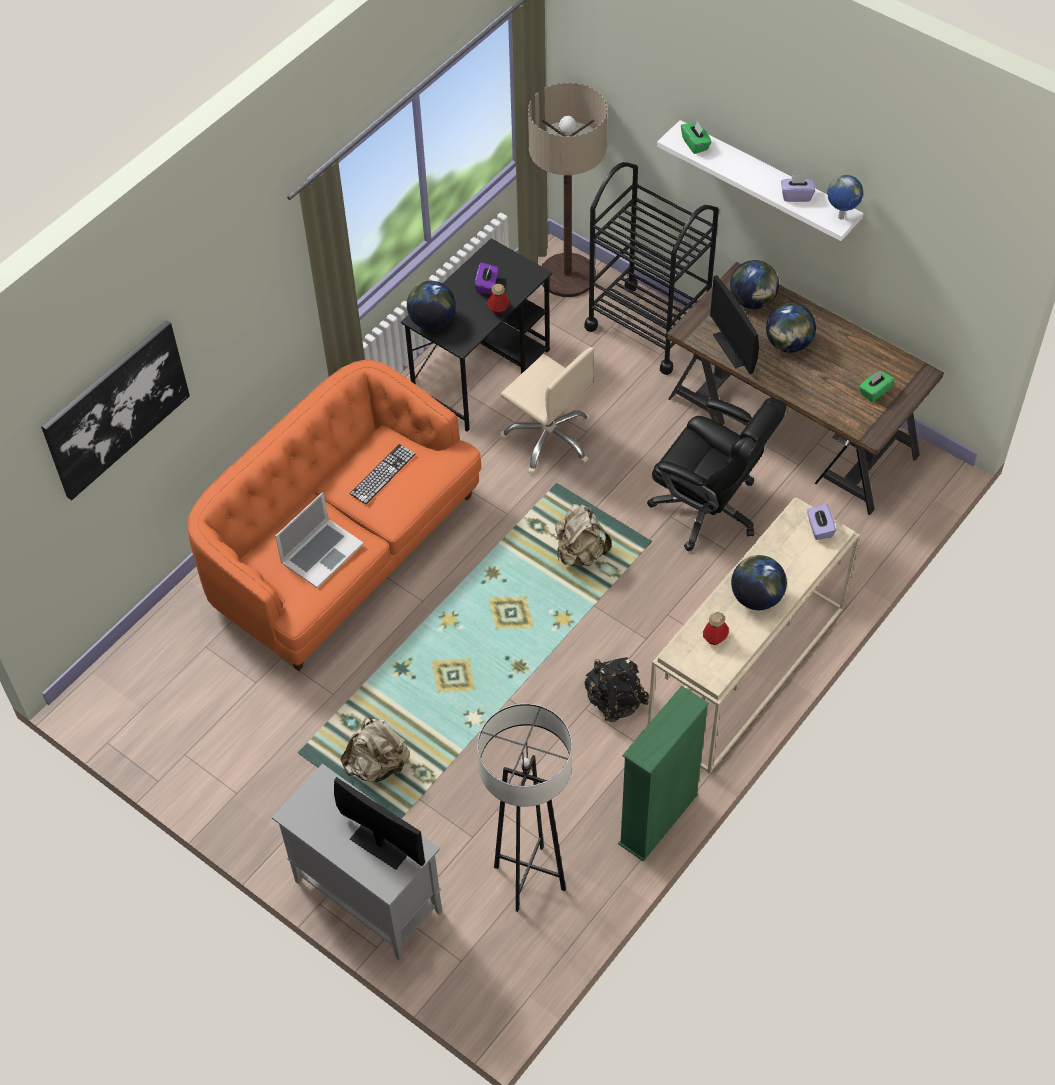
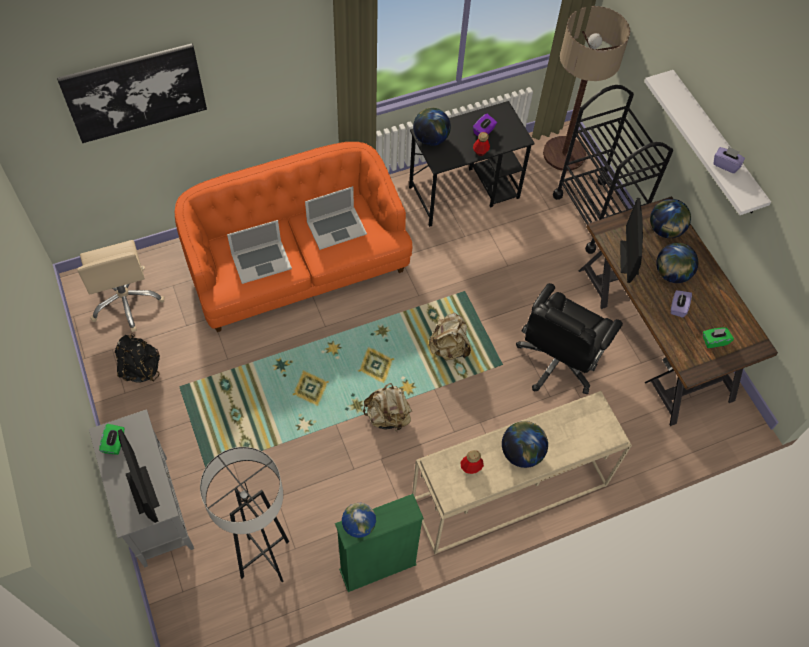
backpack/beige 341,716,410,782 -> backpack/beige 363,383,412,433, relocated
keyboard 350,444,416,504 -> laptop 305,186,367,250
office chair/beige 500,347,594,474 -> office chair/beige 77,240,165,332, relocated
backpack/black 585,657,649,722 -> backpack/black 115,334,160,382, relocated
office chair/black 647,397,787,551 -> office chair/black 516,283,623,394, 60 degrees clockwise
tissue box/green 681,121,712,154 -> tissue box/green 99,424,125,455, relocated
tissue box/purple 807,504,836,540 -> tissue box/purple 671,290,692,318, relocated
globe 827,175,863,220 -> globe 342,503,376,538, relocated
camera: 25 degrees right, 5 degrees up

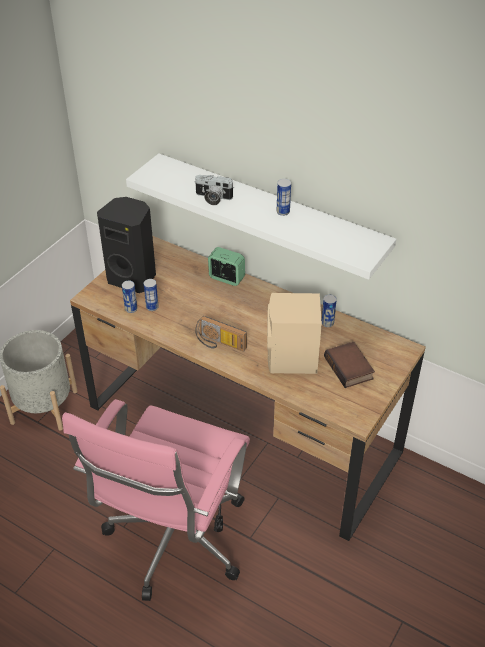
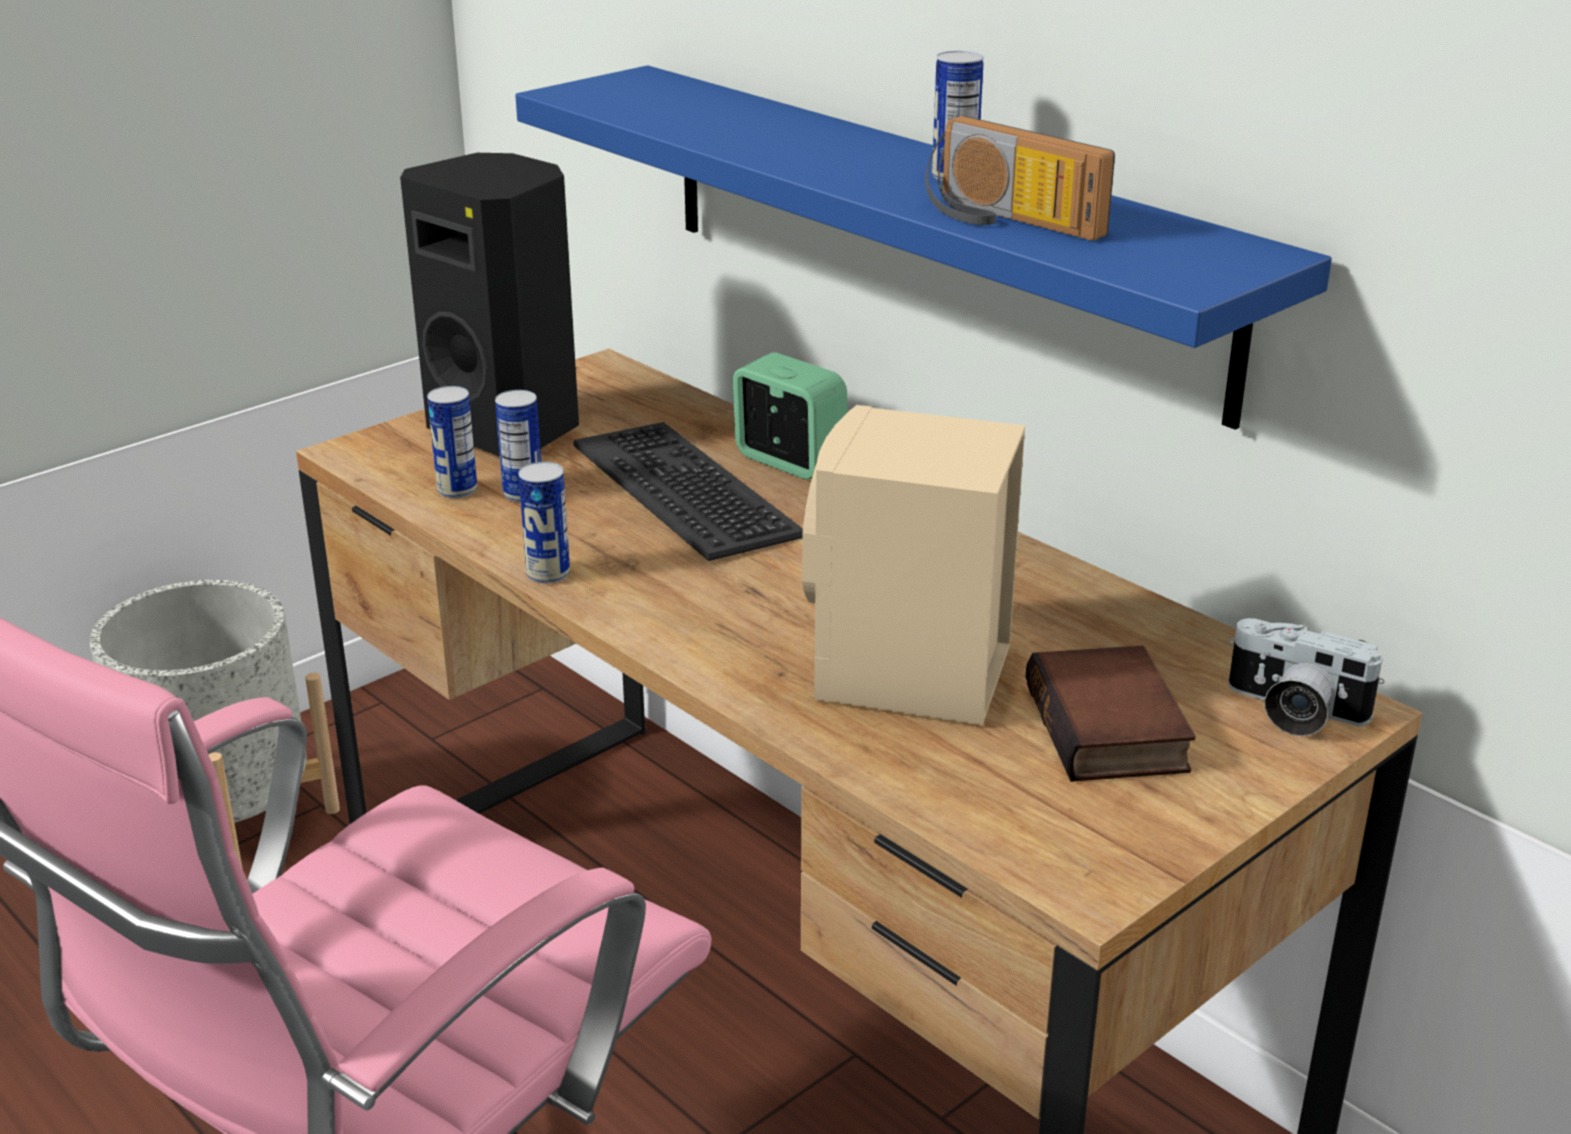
shelf/white 126,153,396,280 -> shelf/blue 515,65,1332,430
photo camera 194,175,233,205 -> photo camera 1228,618,1385,736, relocated
radio 195,316,247,351 -> radio 926,116,1115,241, relocated
can 322,294,337,327 -> can 518,462,570,584, relocated
none -> keyboard 573,422,803,561
camera: 15 degrees right, 15 degrees down

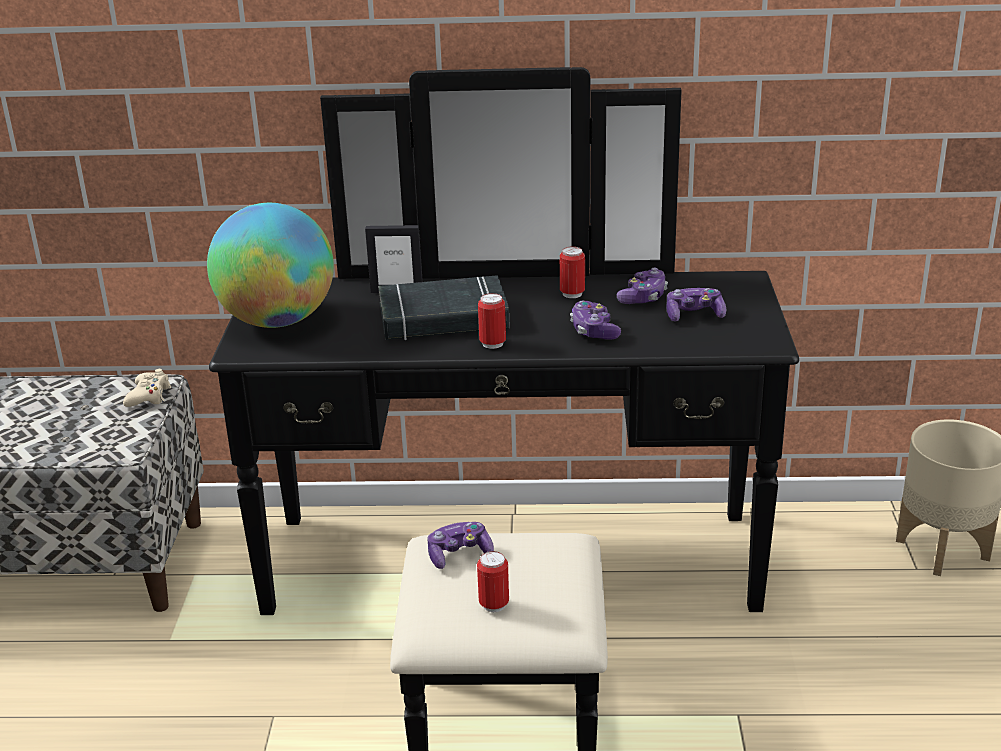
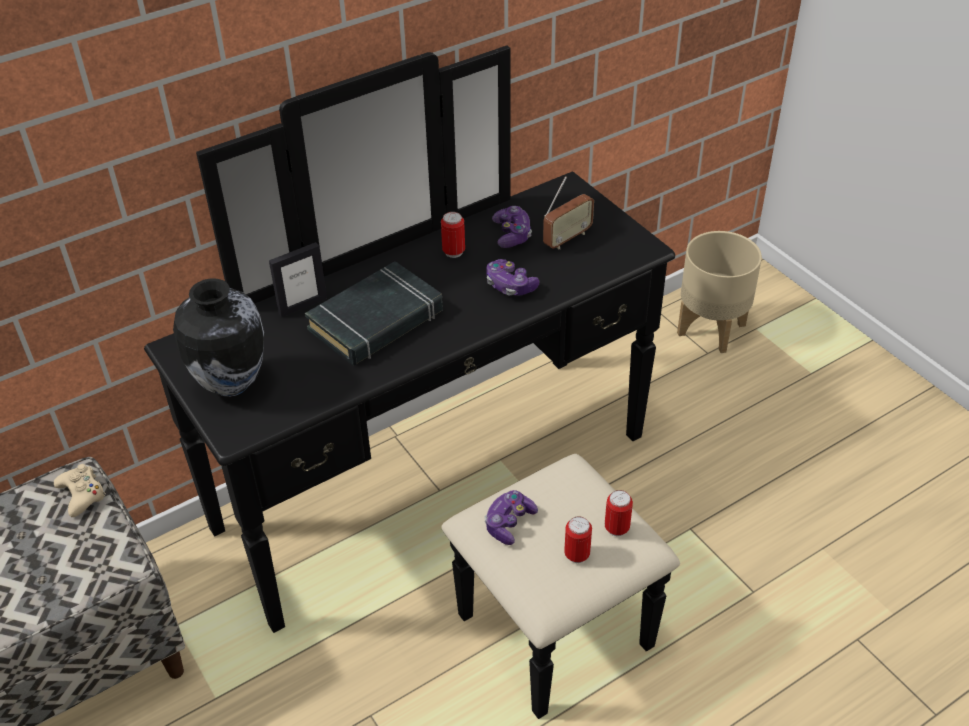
globe 207,203,334,328 -> vase 173,278,264,397
can 478,293,506,349 -> can 605,490,633,536, relocated
game controller 666,288,726,322 -> radio 543,176,594,249
camera: 35 degrees left, 15 degrees up

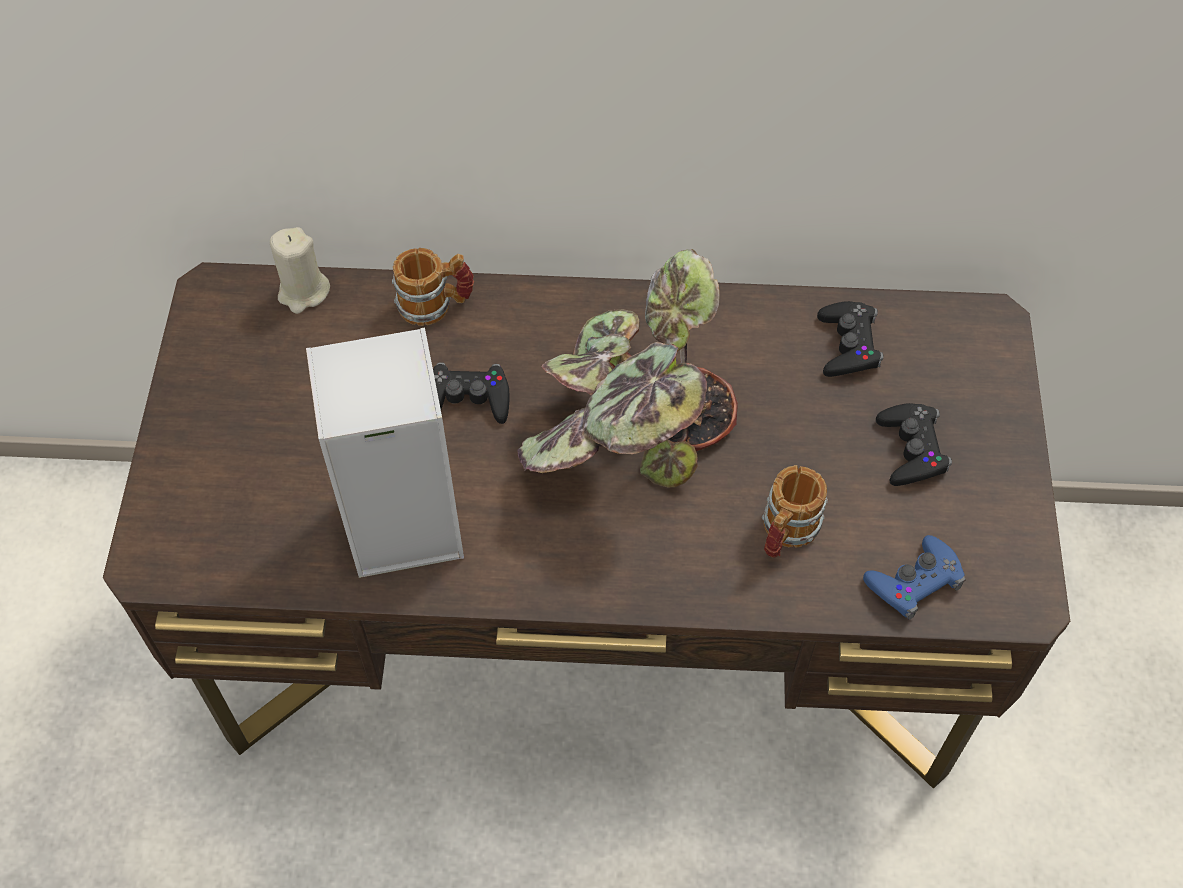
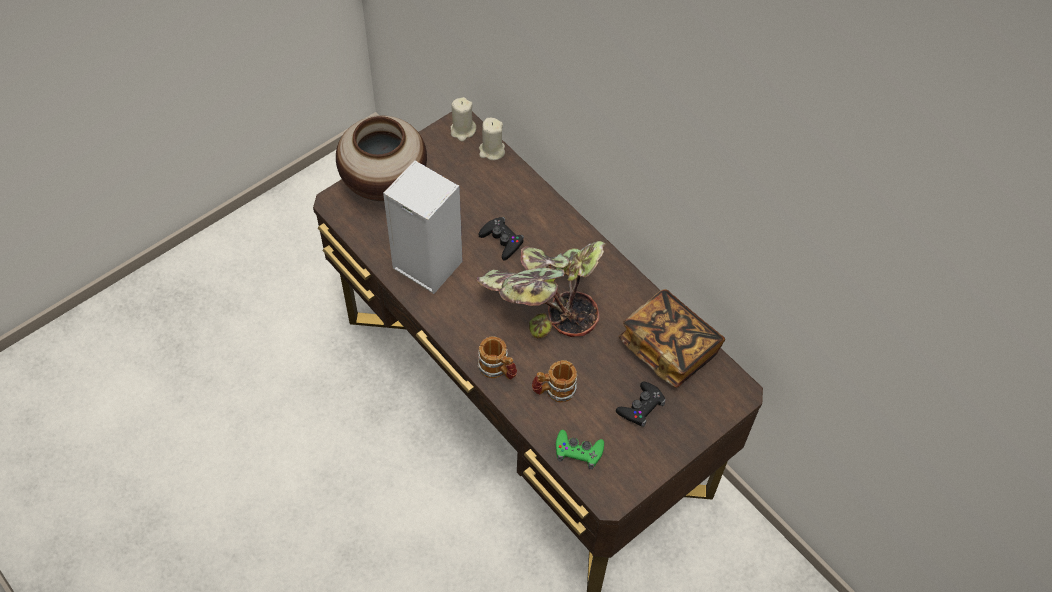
mug 392,248,474,326 -> mug 478,336,517,380, relocated
game controller/black 817,301,883,377 -> book 619,289,725,388
game controller/blue 863,535,966,619 -> game controller/green 556,430,604,469
none -> vase 336,116,427,201
none -> candle/beige 451,97,476,141
camera: 45 degrees right, 0 degrees up

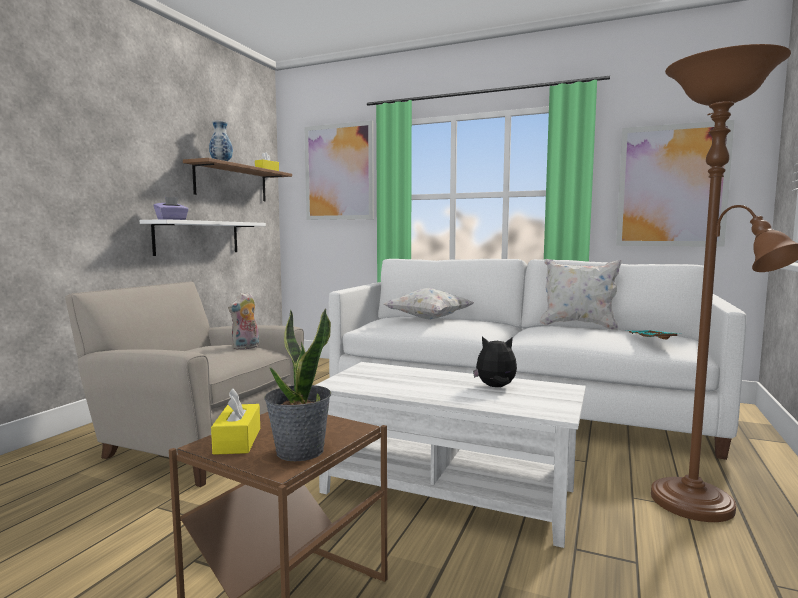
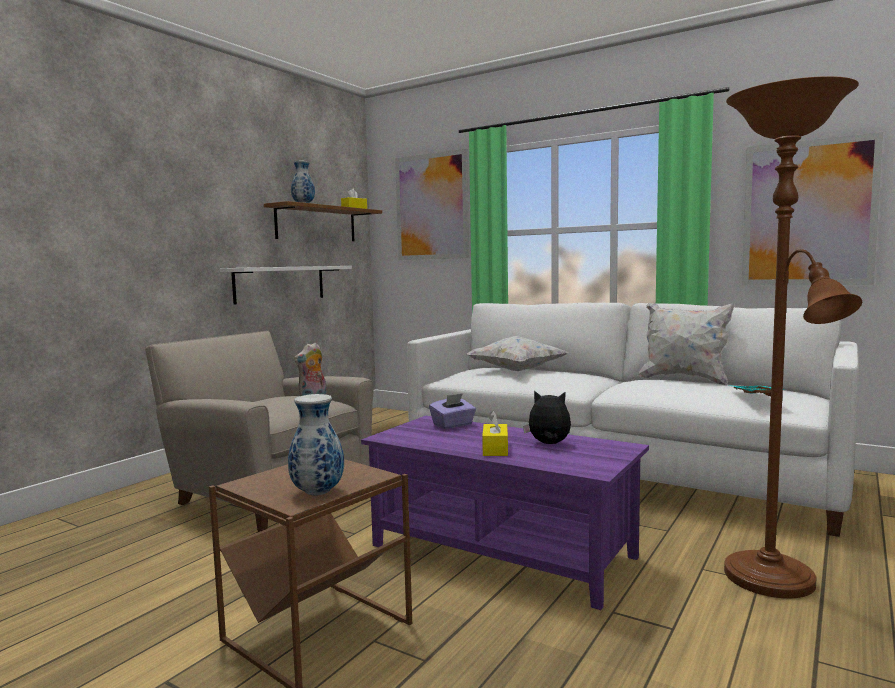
tissue box/purple 154,197,189,220 -> tissue box/purple 429,393,476,429, relocated
tissue box/yellow 211,389,260,455 -> tissue box/yellow 482,411,508,456, relocated
potted plant 264,308,331,461 -> vase 288,394,344,495
coffee table/white 315,362,586,548 -> coffee table/purple 361,416,649,610
camera: 10 degrees right, 0 degrees up

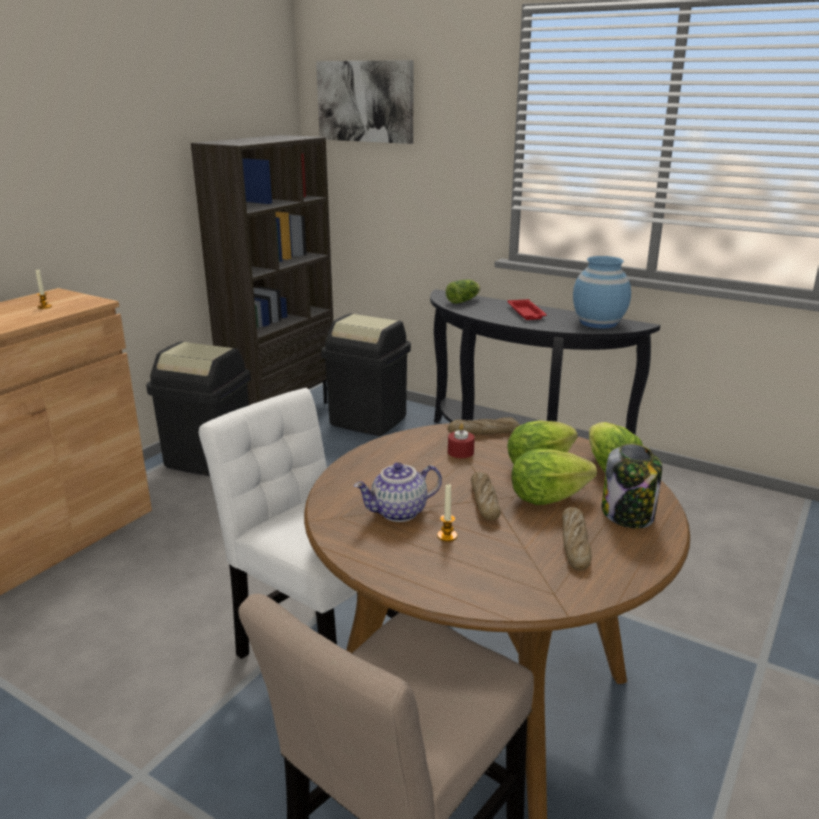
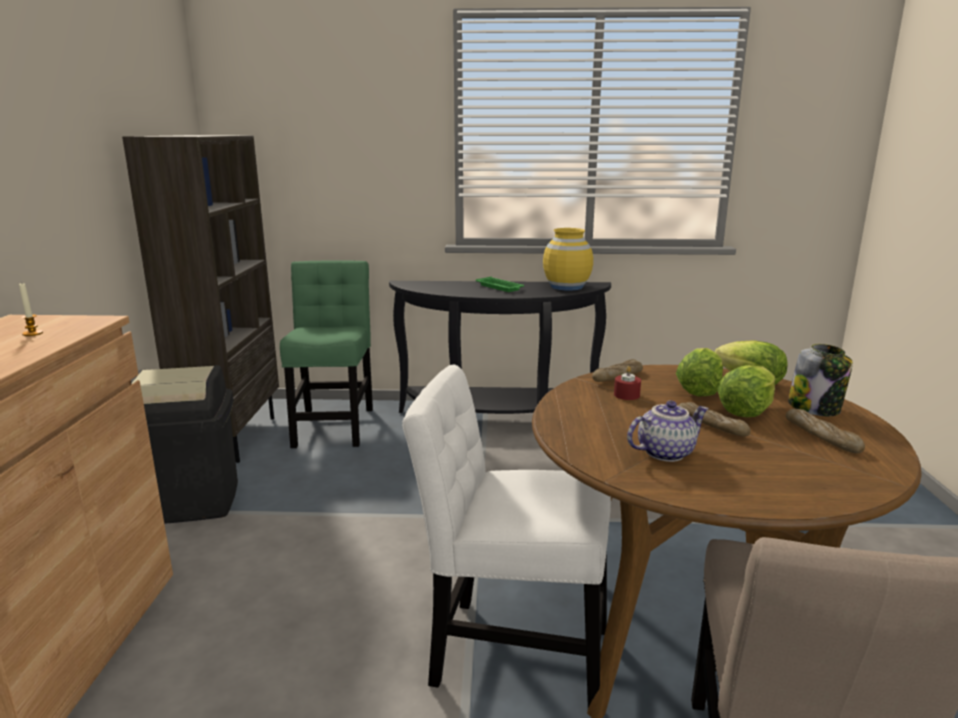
picture 316,60,413,144 -> none
trash can/black 321,313,411,436 -> chair/green 280,260,373,448
teapot 354,462,442,522 -> teapot 627,400,709,462, 150 degrees counterclockwise
candle 437,483,457,542 -> none
lettuce 446,280,480,304 -> none
tray/red 508,299,547,320 -> tray/green 476,277,524,292
vase/blue 573,256,631,329 -> vase/yellow 543,228,593,290
camera: 30 degrees left, 5 degrees down

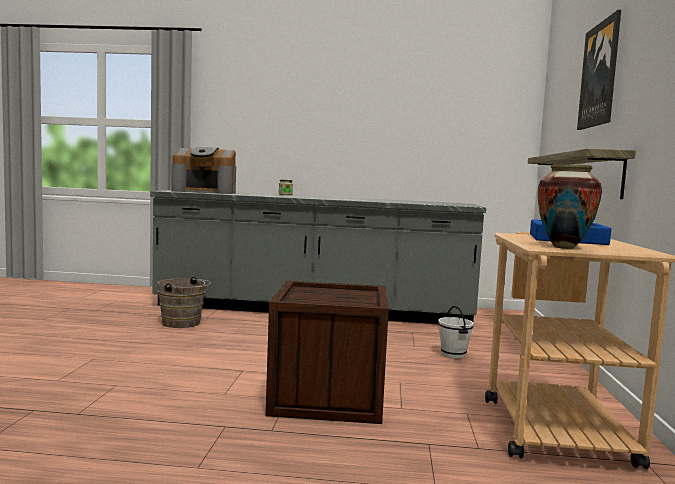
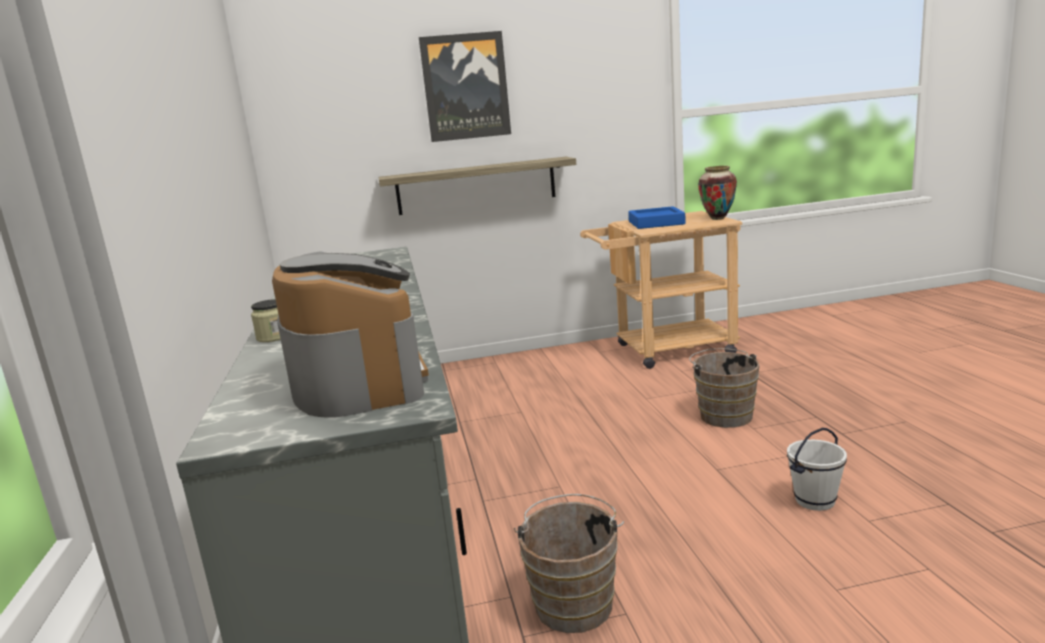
crate 266,281,389,424 -> bucket/brown 689,348,760,428
bucket/white 438,306,474,359 -> bucket/white 787,428,847,511, relocated
camera: 105 degrees left, 10 degrees up

